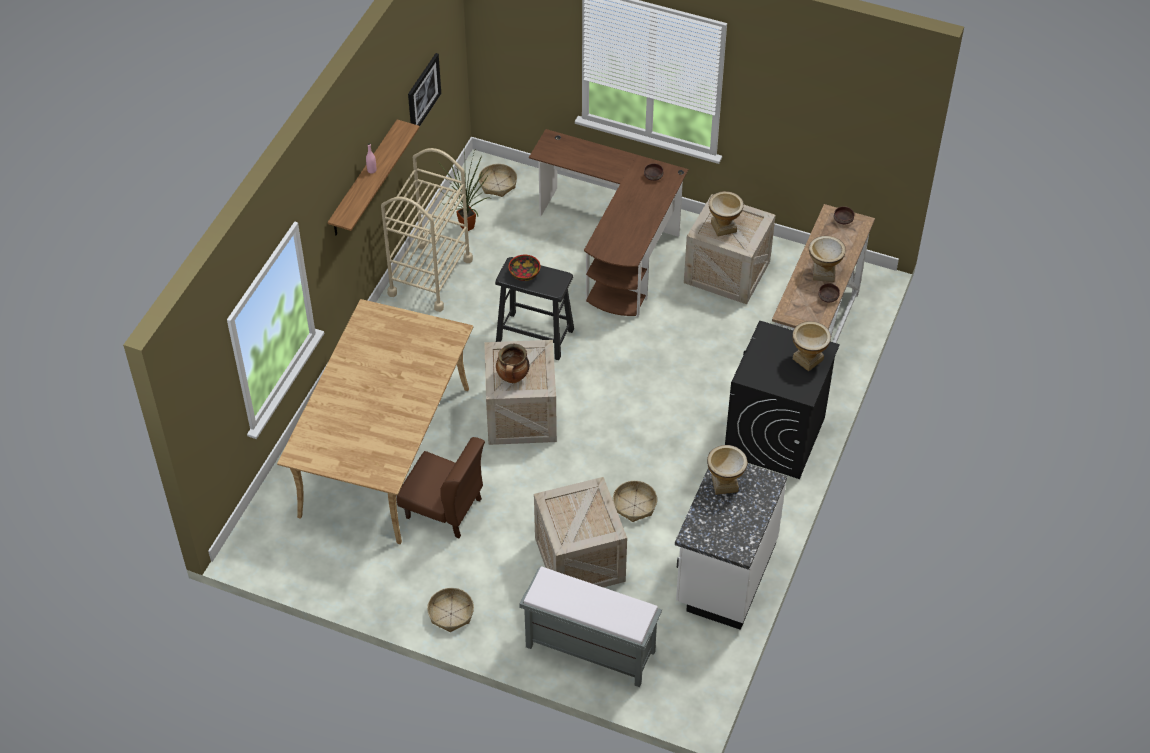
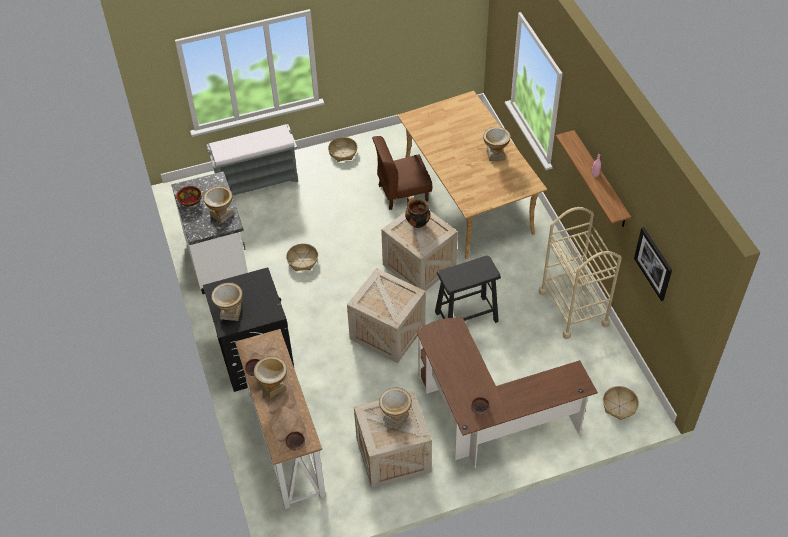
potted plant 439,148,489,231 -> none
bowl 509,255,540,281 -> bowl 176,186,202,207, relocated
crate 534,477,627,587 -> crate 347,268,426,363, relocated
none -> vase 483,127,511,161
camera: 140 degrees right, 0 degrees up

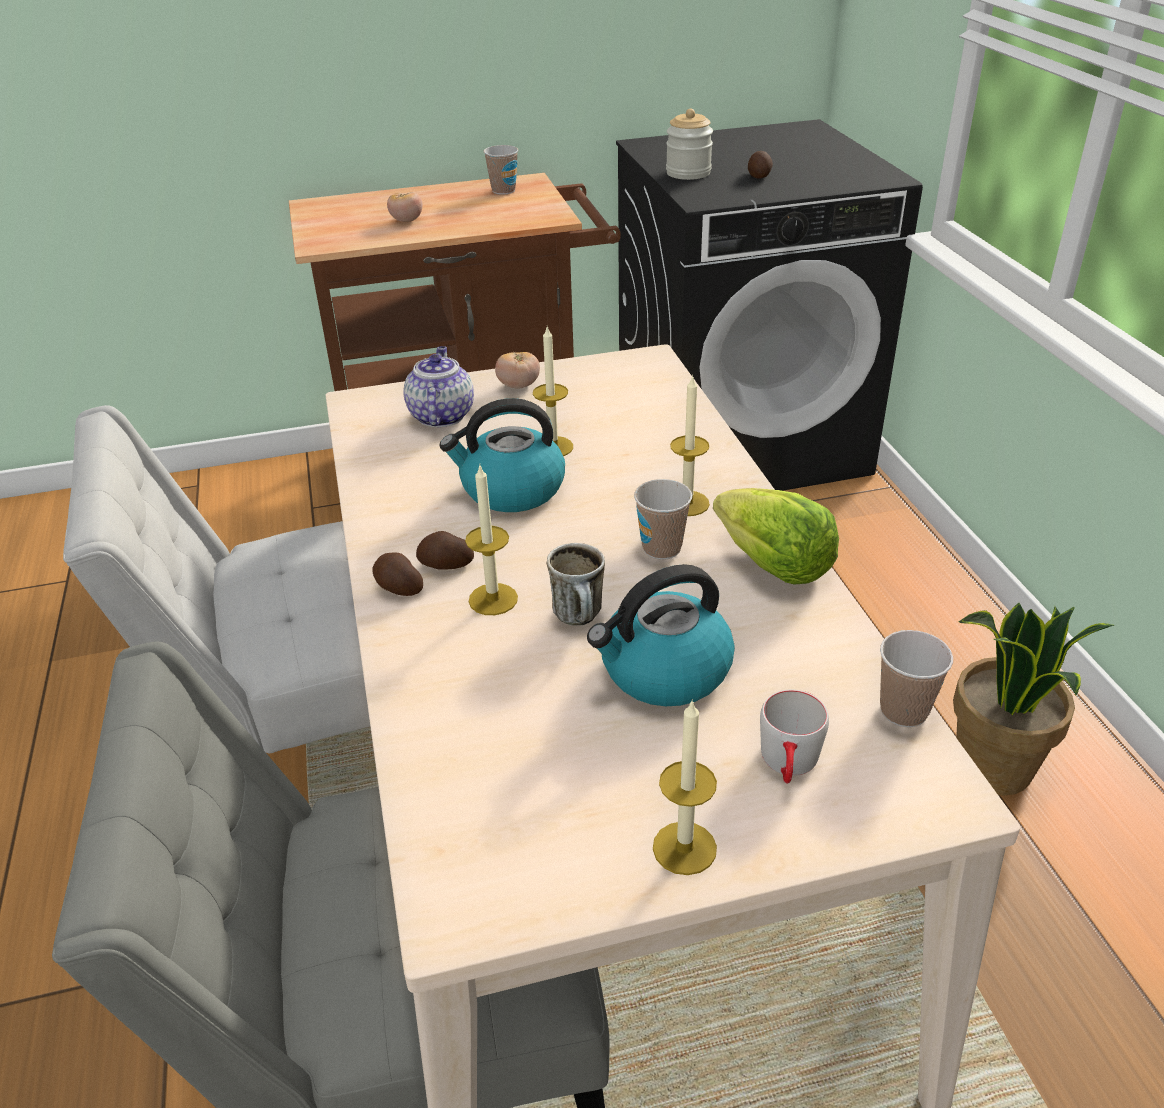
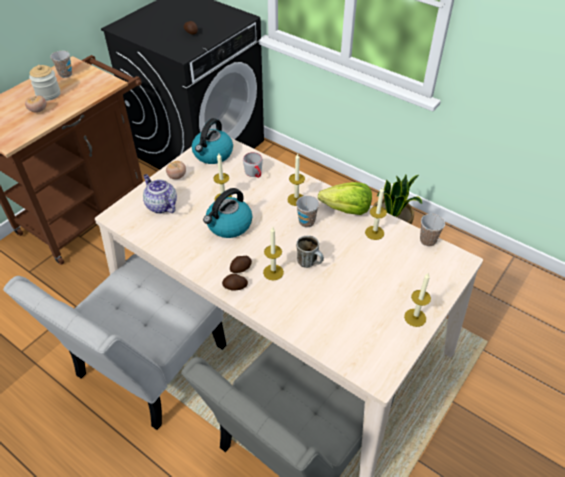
kettle 587,564,735,706 -> kettle 192,118,233,164, relocated
jar 666,109,713,180 -> jar 29,65,60,101, relocated
mug/grey 760,689,829,784 -> mug/grey 243,152,263,178, relocated
none -> candle 365,186,387,240
camera: 40 degrees left, 10 degrees up

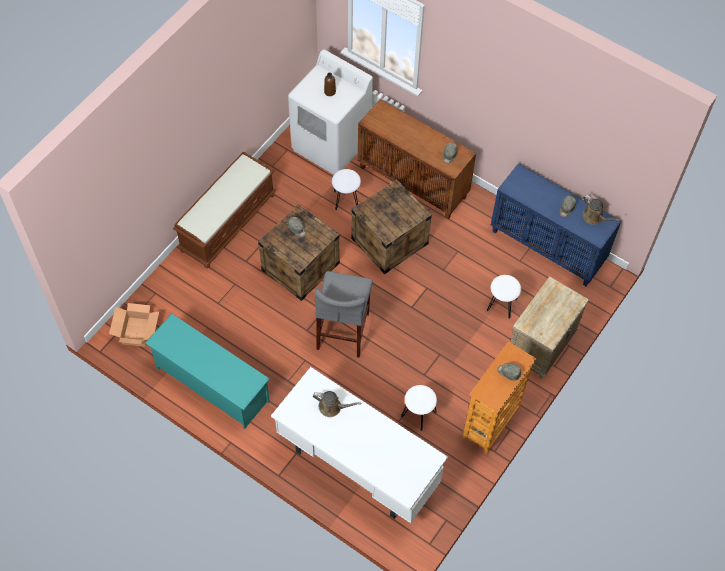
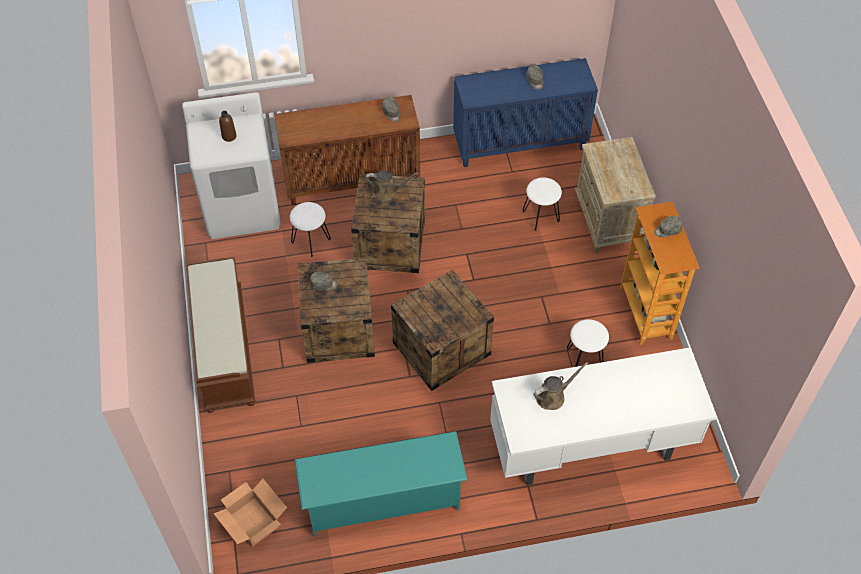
stool/grey 315,271,373,357 -> crate 391,269,494,391
watering can/brown 583,195,620,225 -> watering can/brown 365,170,419,201, relocated
camera: 45 degrees left, 5 degrees down

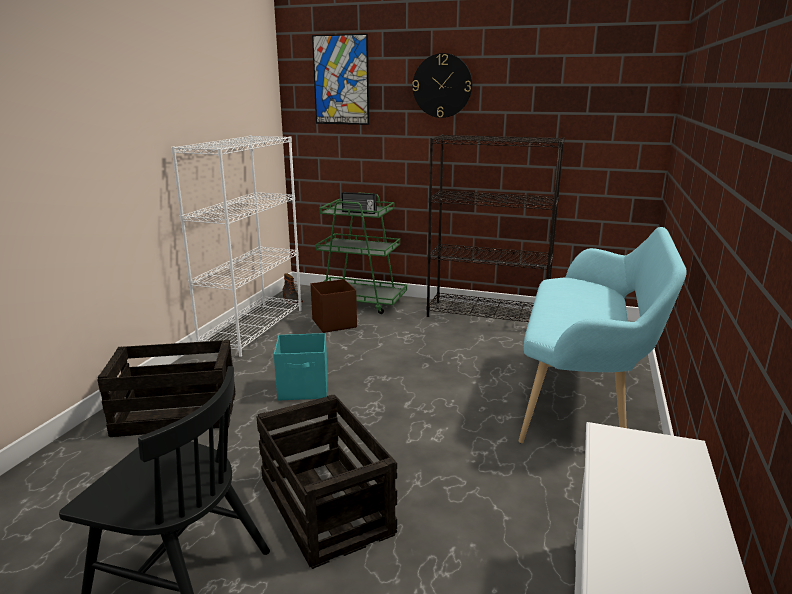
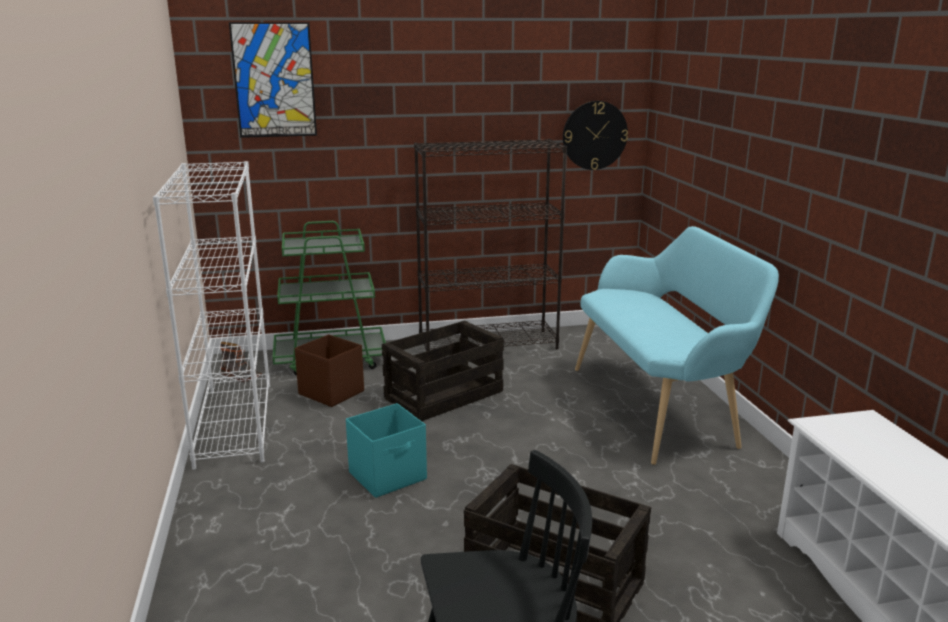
crate 97,340,235,437 -> crate 382,320,504,421, relocated
radio 342,192,377,214 -> none
wall clock 413,53,472,118 -> wall clock 563,101,628,170, relocated
camera: 30 degrees left, 0 degrees up

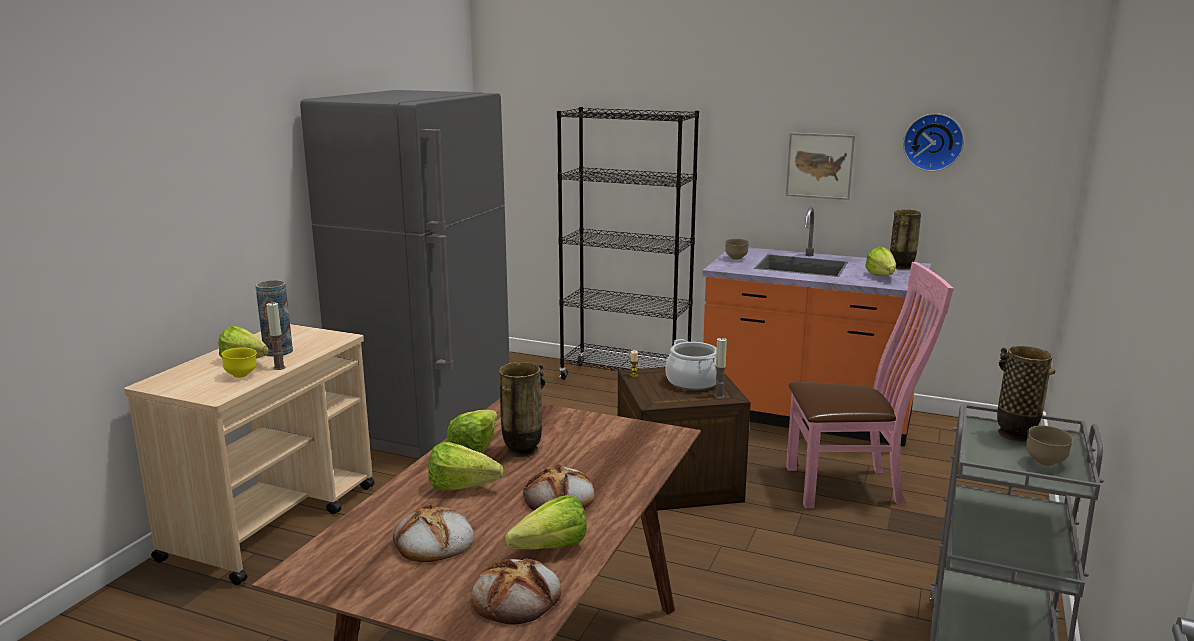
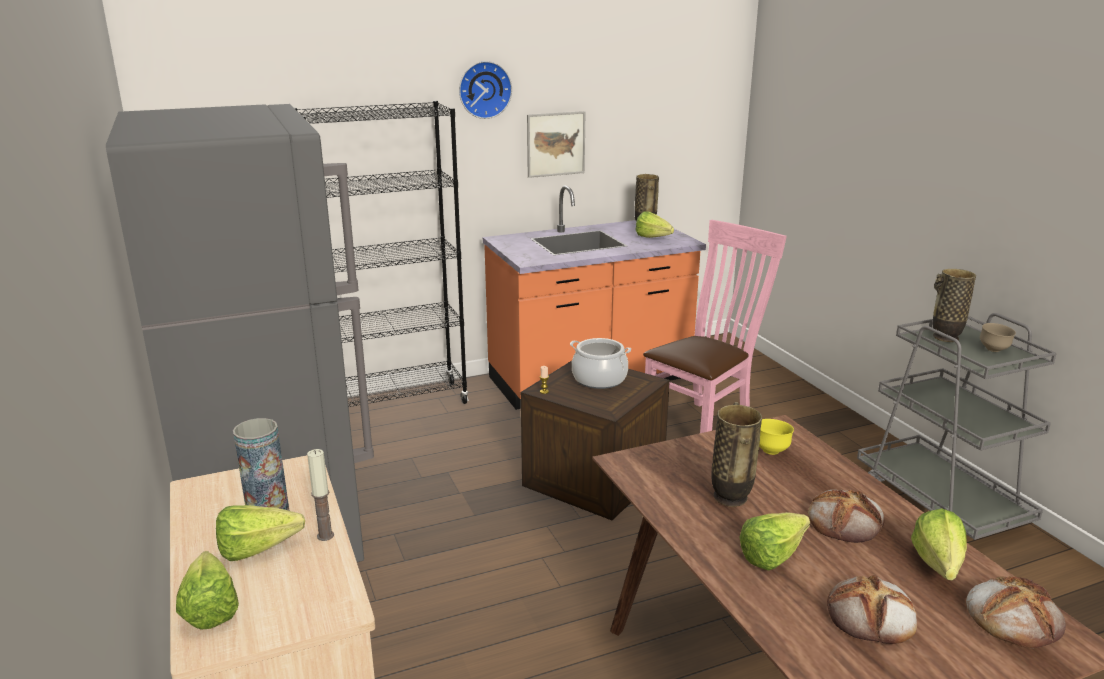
bowl/yellow 222,348,257,378 -> bowl/yellow 759,419,794,455, relocated
lettuce 447,410,498,453 -> lettuce 176,551,239,630, relocated
candle 714,338,727,398 -> none
bowl/brown 725,239,749,260 -> none
wall clock 903,113,964,172 -> wall clock 459,61,512,119, relocated
camera: 45 degrees left, 5 degrees up

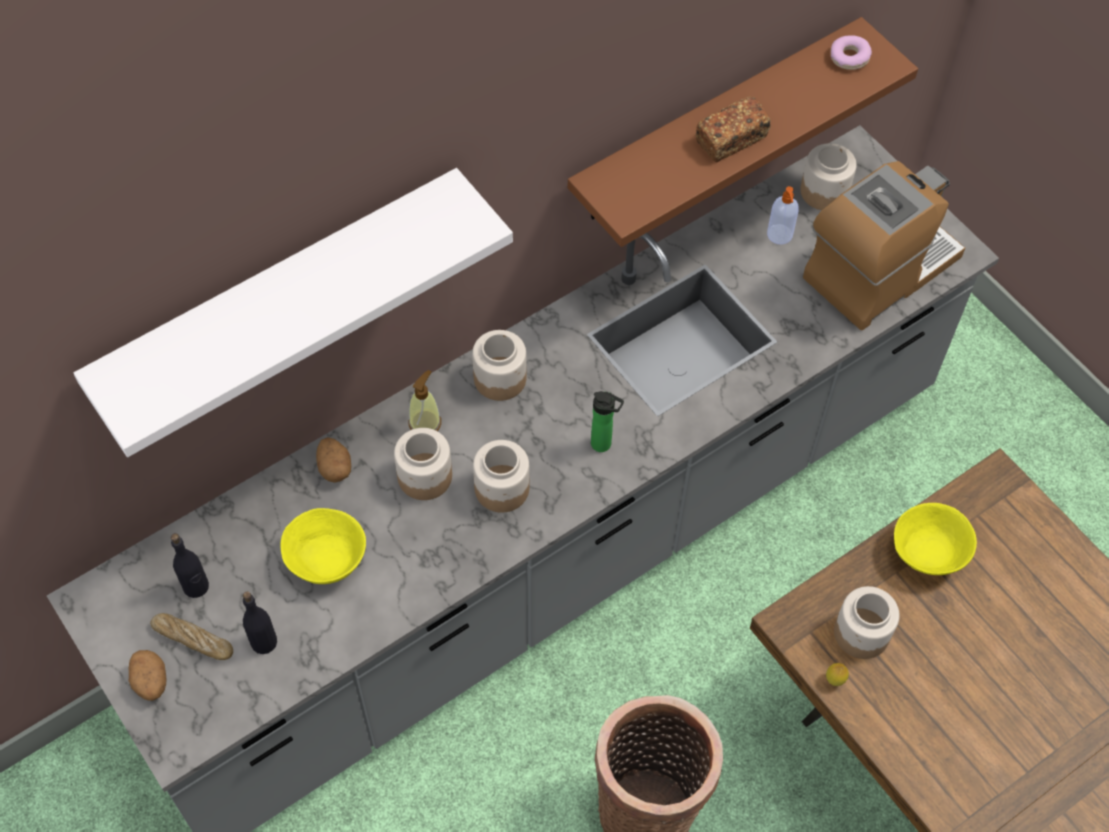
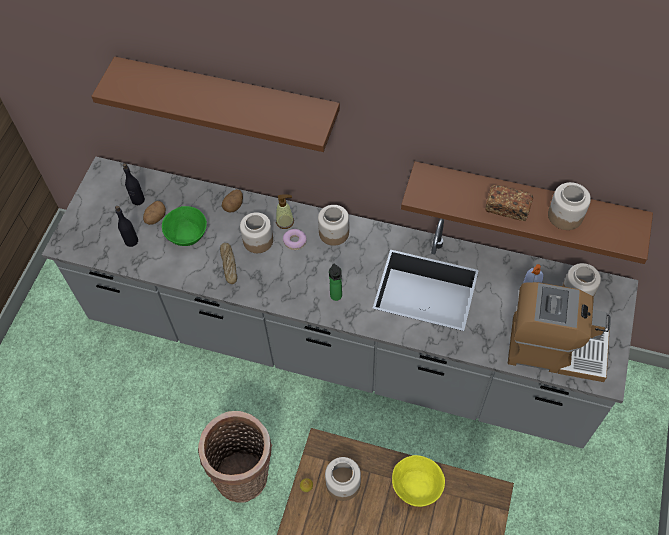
shelf/white 74,168,513,457 -> shelf/brown 91,57,340,152
potato 129,650,166,701 -> potato 143,201,166,225, relocated
bread 150,613,233,660 -> bread 220,243,237,284, relocated
bowl/yellow 280,508,366,584 -> bowl/green 162,206,207,246
jar 473,440,530,513 -> jar 548,182,591,230, relocated
donut 831,35,872,70 -> donut 283,229,307,250, relocated
camera: 55 degrees right, 0 degrees up

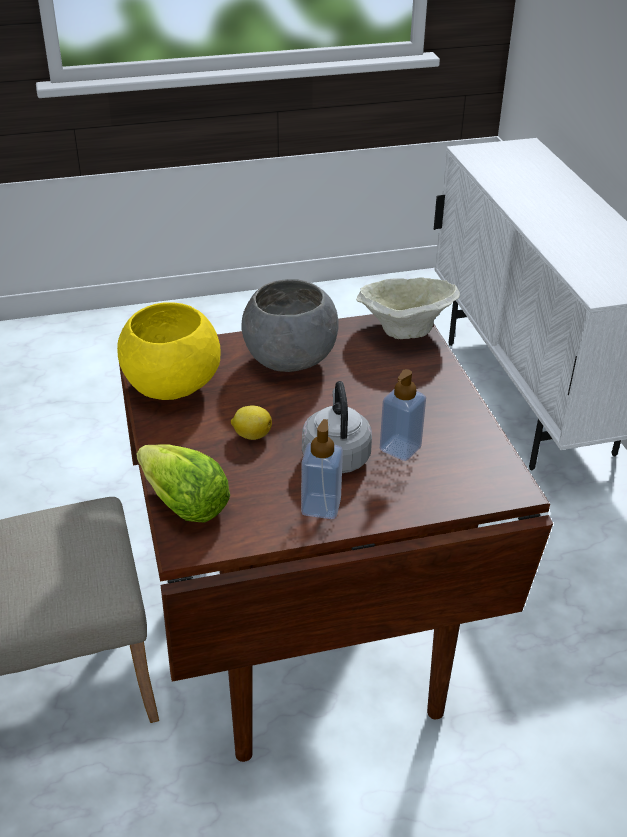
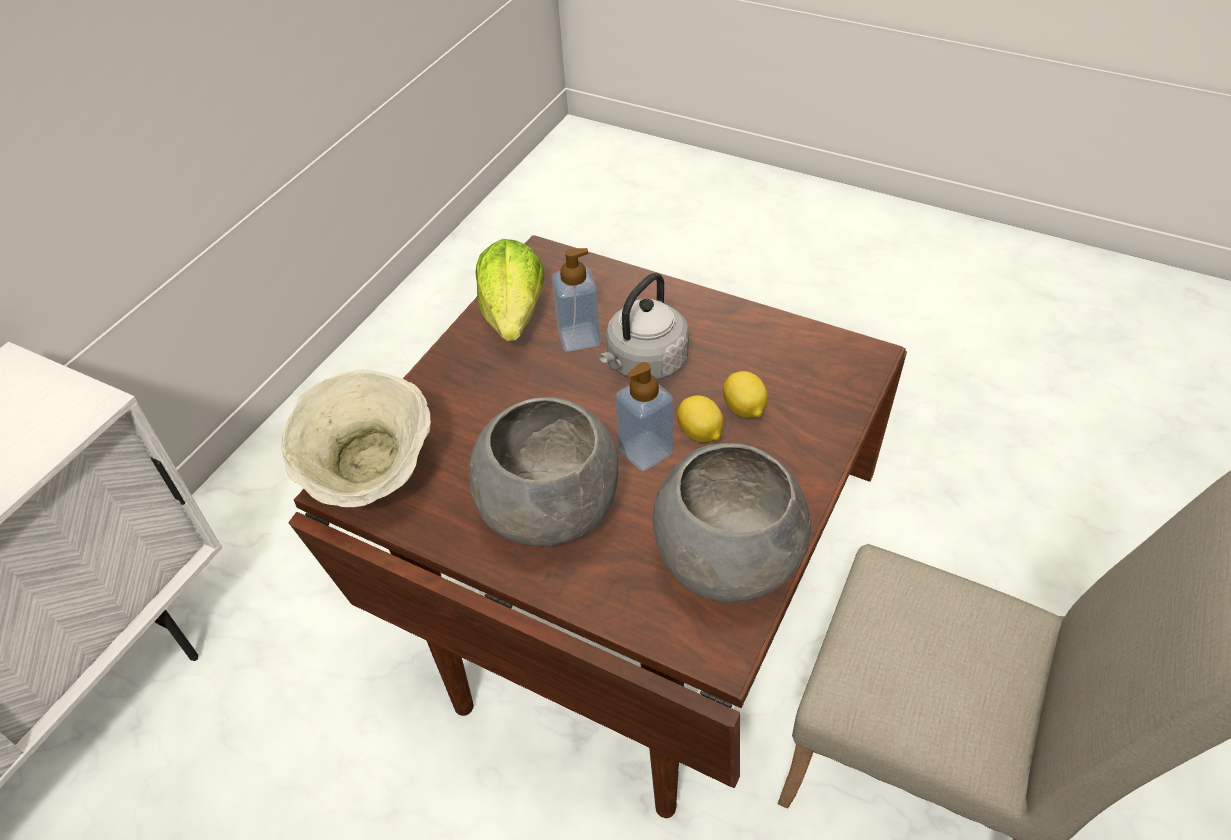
bowl/yellow 117,302,221,400 -> bowl/grey 653,443,811,603
lettuce 136,445,230,522 -> lettuce 475,239,544,341, relocated
soap dispenser 301,419,343,519 -> soap dispenser 615,362,674,471, relocated
none -> lemon 723,371,768,418
camera: 135 degrees left, 10 degrees up

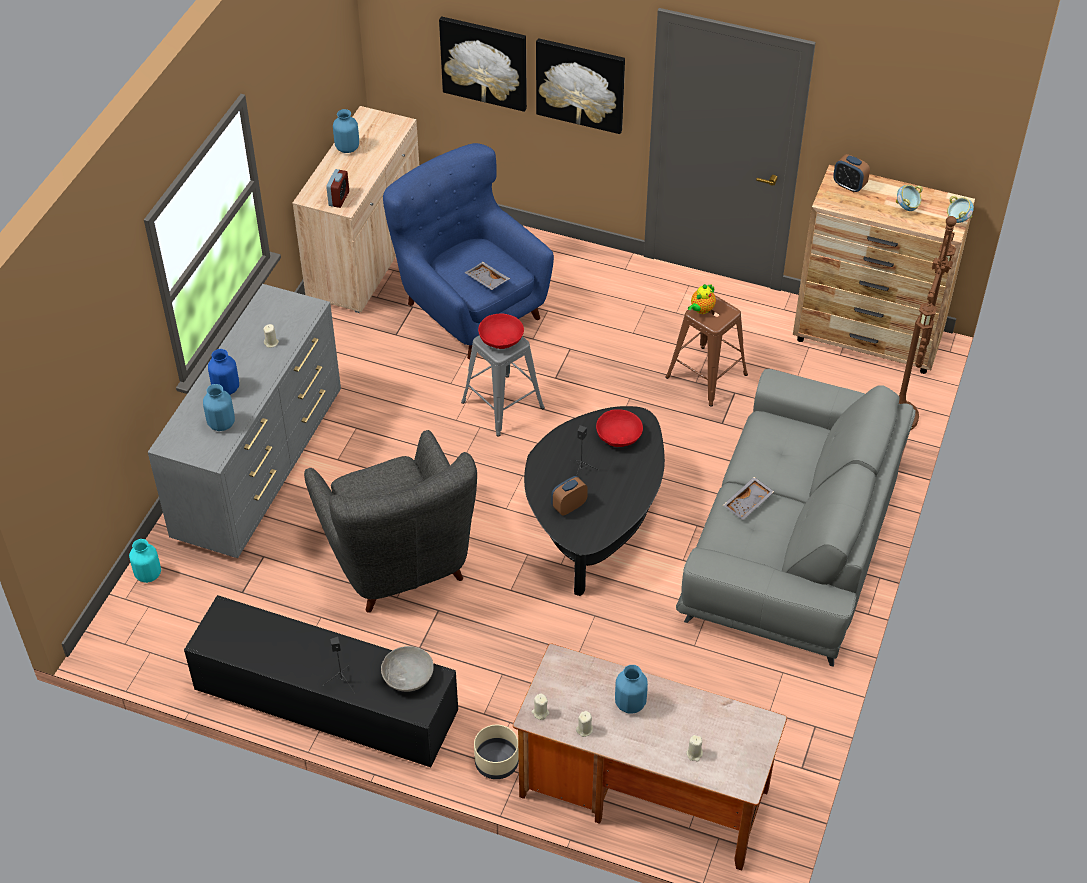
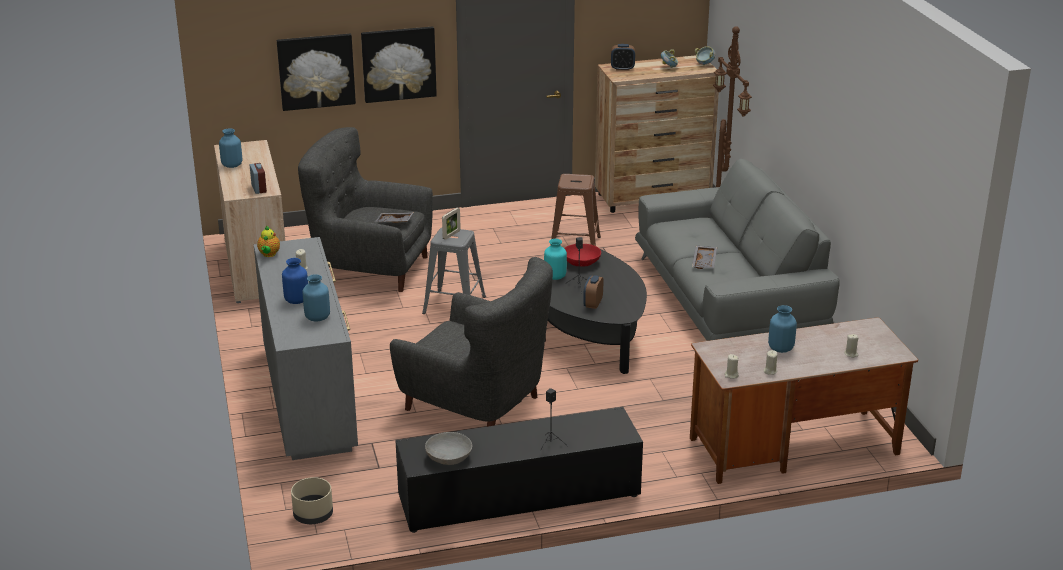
vase/turquoise 129,539,161,583 -> vase/turquoise 544,239,567,280, relocated
bowl/grey 381,646,434,692 -> bowl/grey 425,432,472,465, relocated
armchair/blue 383,143,554,360 -> armchair/grey 298,127,433,292
planter/beige 474,725,519,779 -> planter/beige 291,477,333,524, relocated
bowl/red 478,313,524,349 -> picture frame 442,208,461,240
teapot 688,284,716,314 -> teapot 257,226,280,257, relocated
camera: 35 degrees left, 20 degrees down

